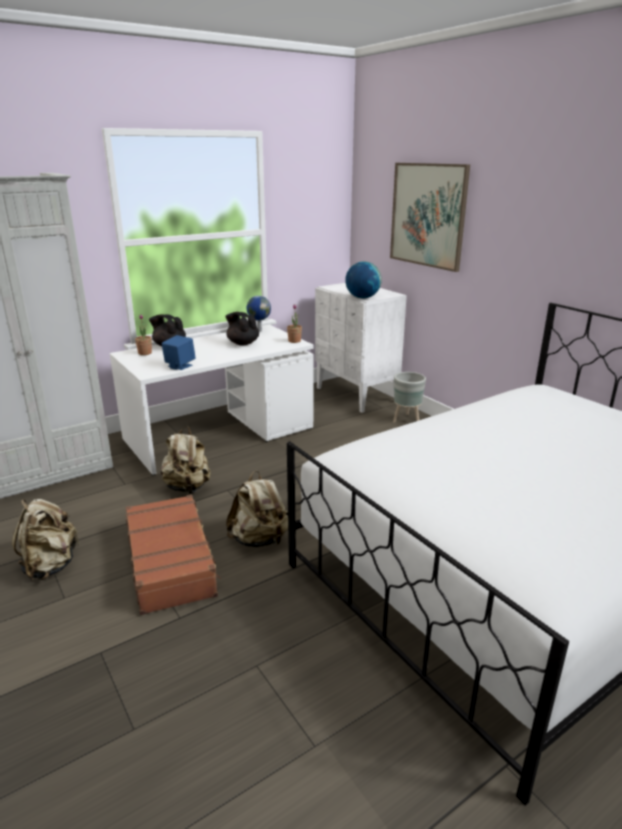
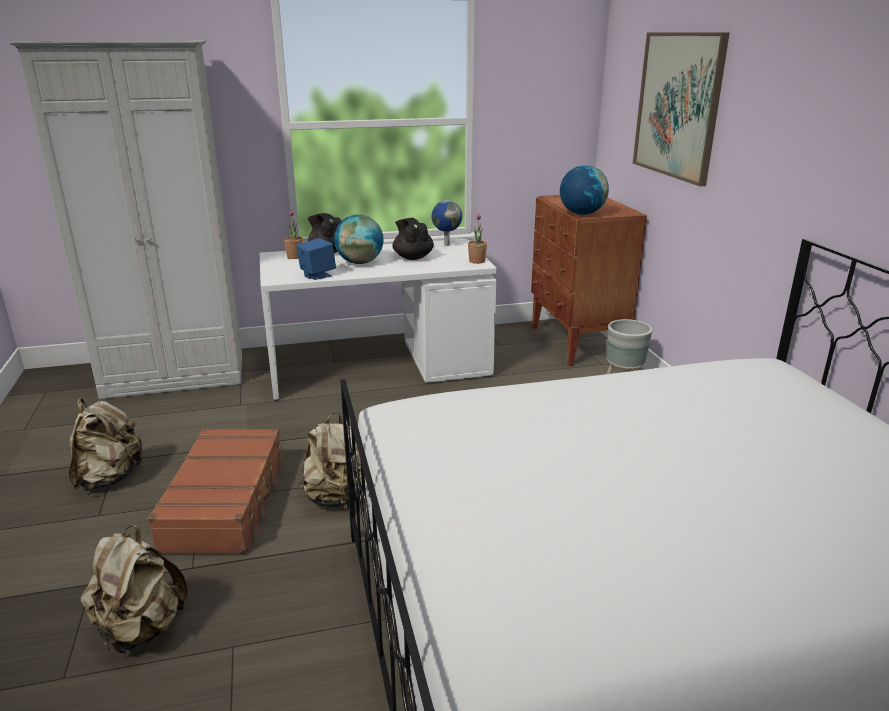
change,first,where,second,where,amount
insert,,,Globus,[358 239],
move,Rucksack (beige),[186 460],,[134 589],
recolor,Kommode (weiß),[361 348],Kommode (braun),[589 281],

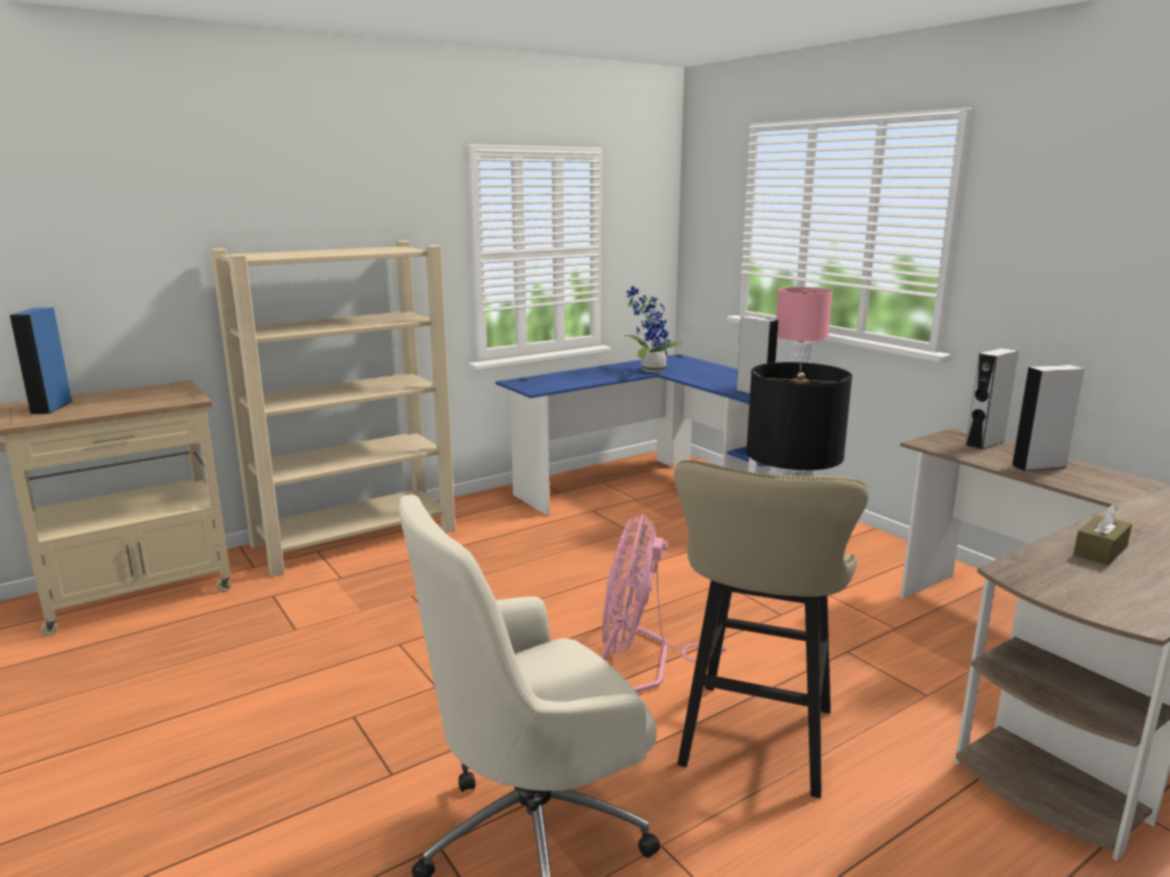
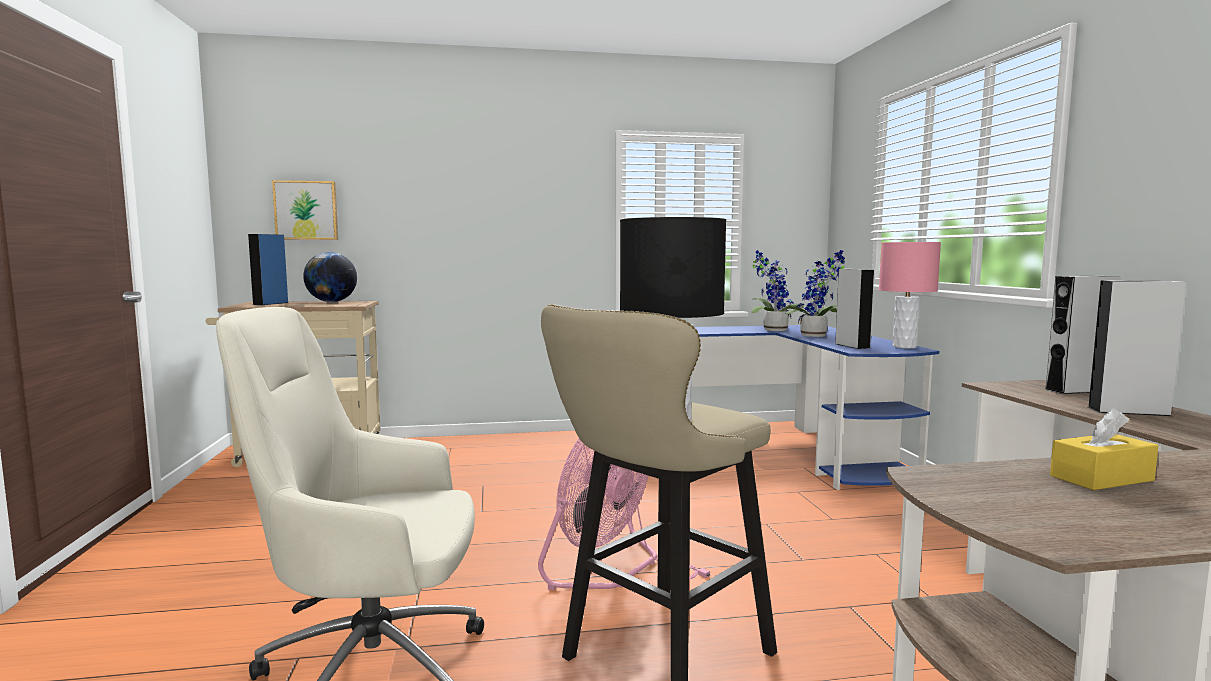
change,first,where,second,where,amount
delete,Bücherregal (beige),[333 409],,,
insert,,,Bild,[305 210],
insert,,,Globus,[330 277],
insert,,,Topfpflanze,[815 293],
recolor,Taschentuchbox (braun),[1102 534],Taschentuchbox (gelb),[1104 449],

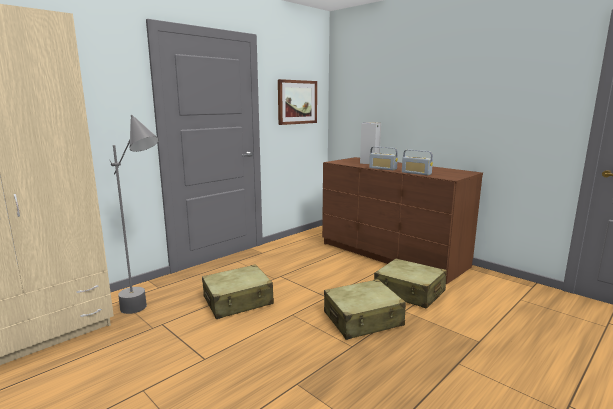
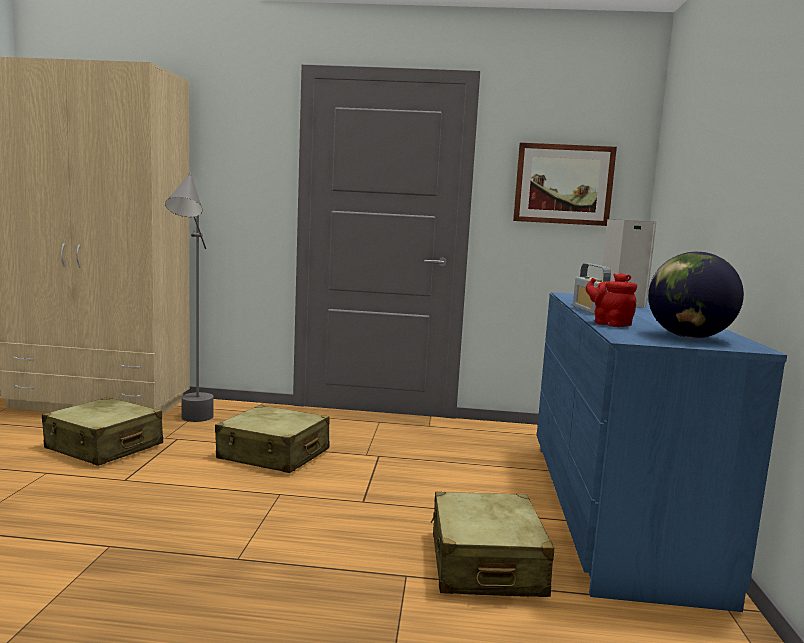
change,first,where,second,where,amount
insert,,,Globus,[696 295],
move,Koffer (beige),[365 309],,[102 431],
replace,Radio,[417 162],Teekanne (rot),[611 300],
recolor,Kommode (braun),[402 220],Kommode (blau),[662 452],

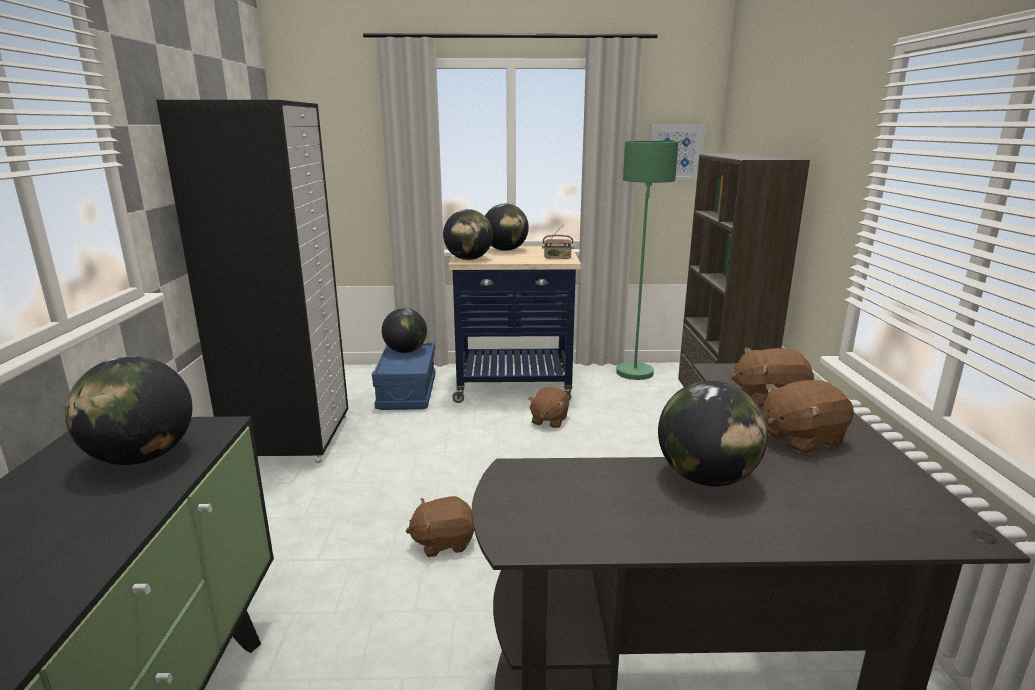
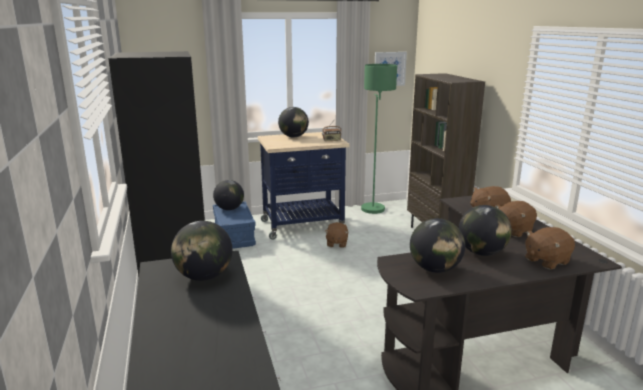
change,first,where,second,where,amount
move,Plüschtier (braun),[440 526],,[550 248],
move,Globus,[468 234],,[437 245],

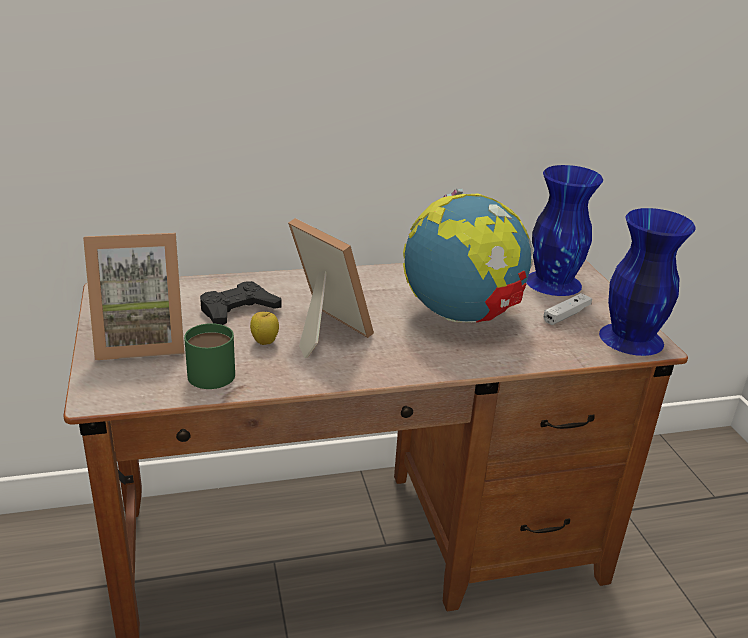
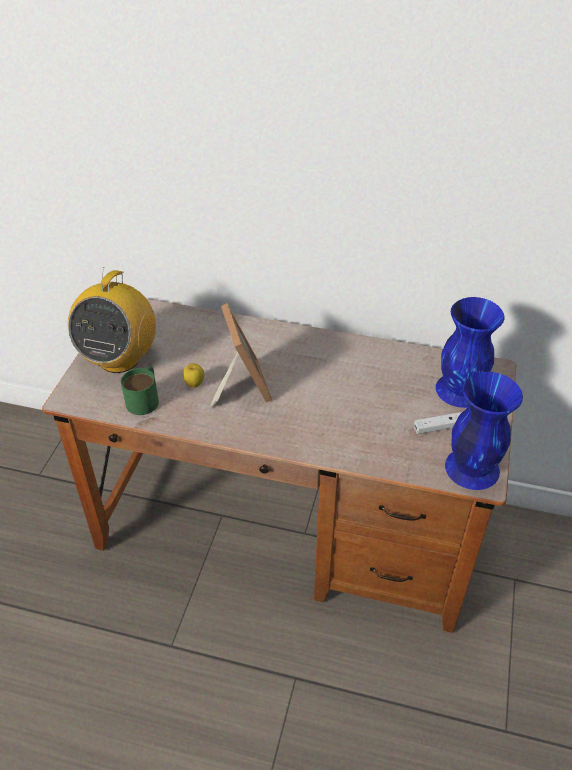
change,first,where,second,where,amount
delete,Gamepad (schwarz),[241 303],,,
delete,Globus,[468 255],,,
replace,Bilderrahmen,[133 296],Radio,[112 320],

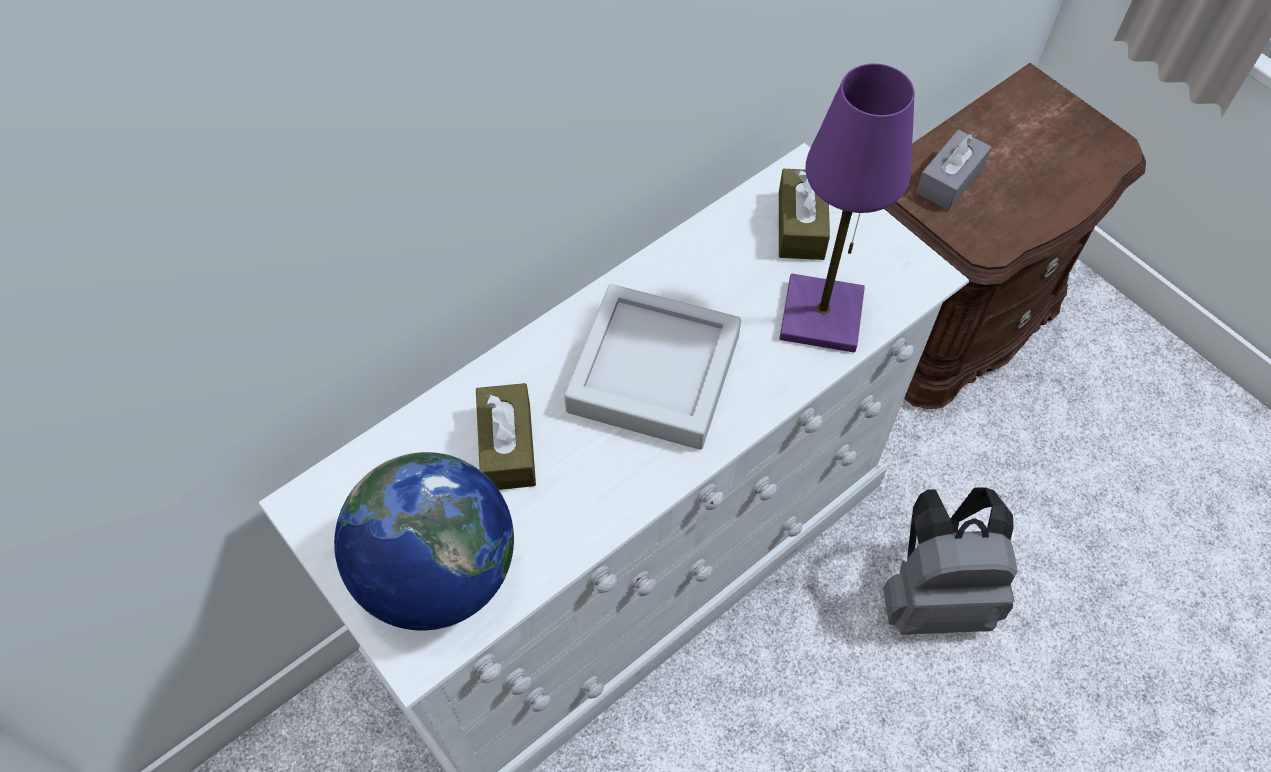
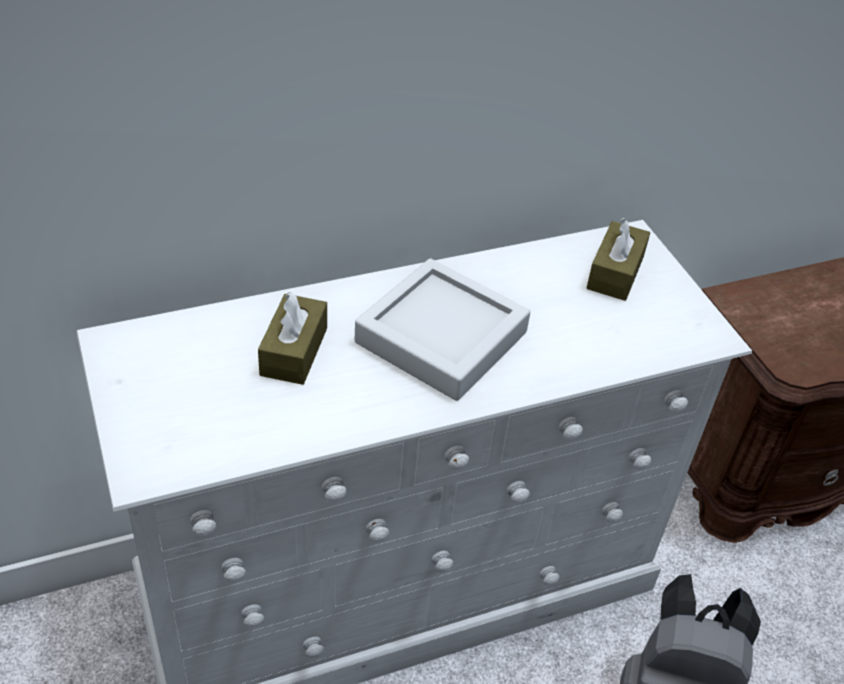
change,first,where,second,where,amount
delete,Globus,[424 541],,,
delete,Tischlampe (lila),[847 207],,,
delete,Taschentuchbox (grau),[954 170],,,

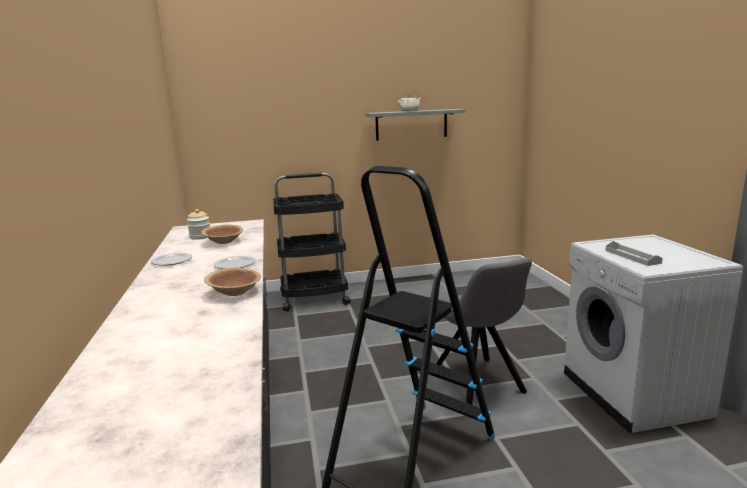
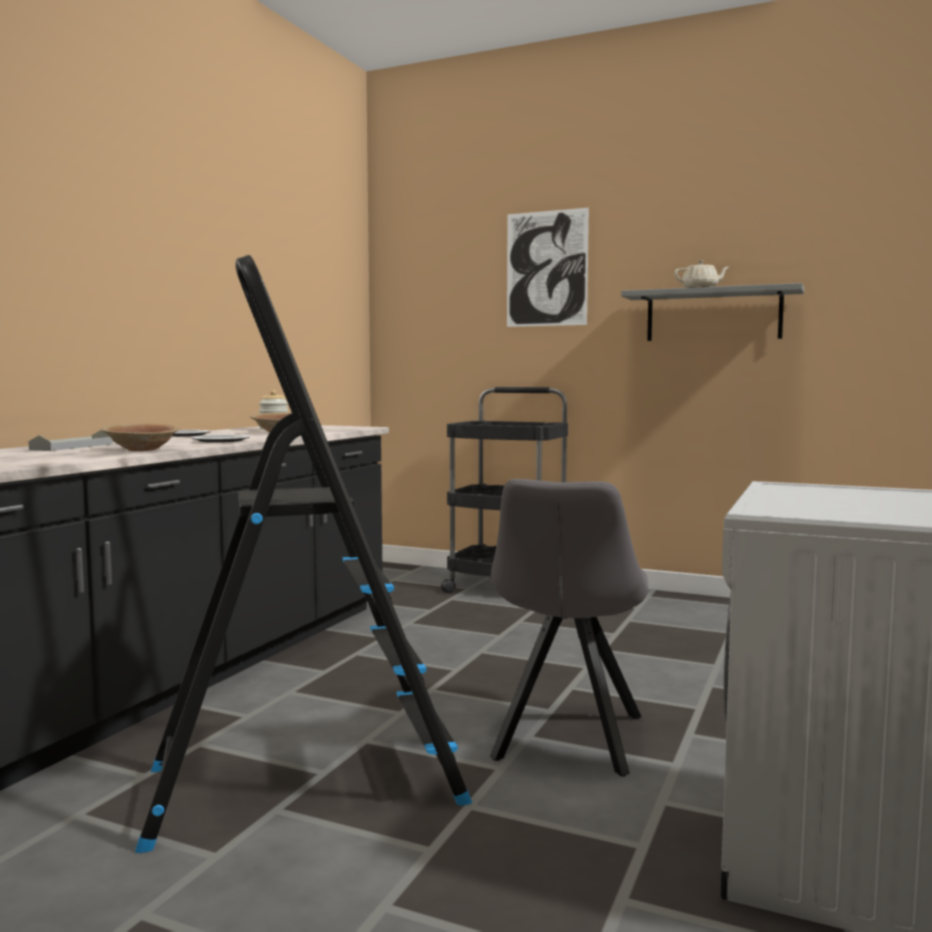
change,first,where,second,where,amount
insert,,,Bild,[548 267],
move,Tablett (grau),[634 253],,[70 440],

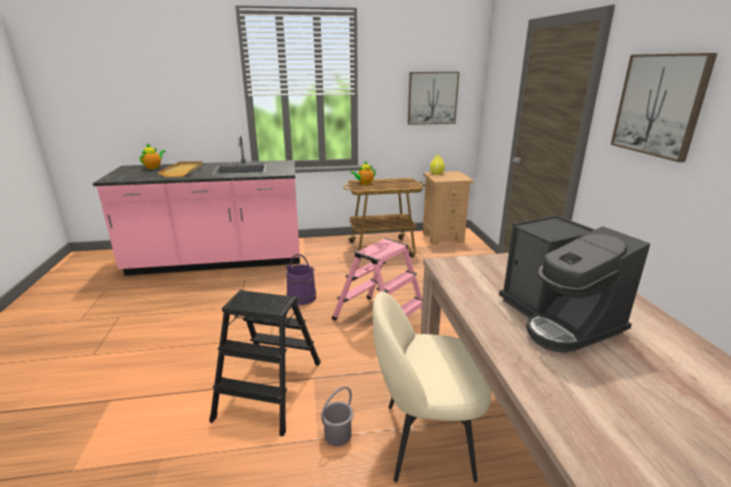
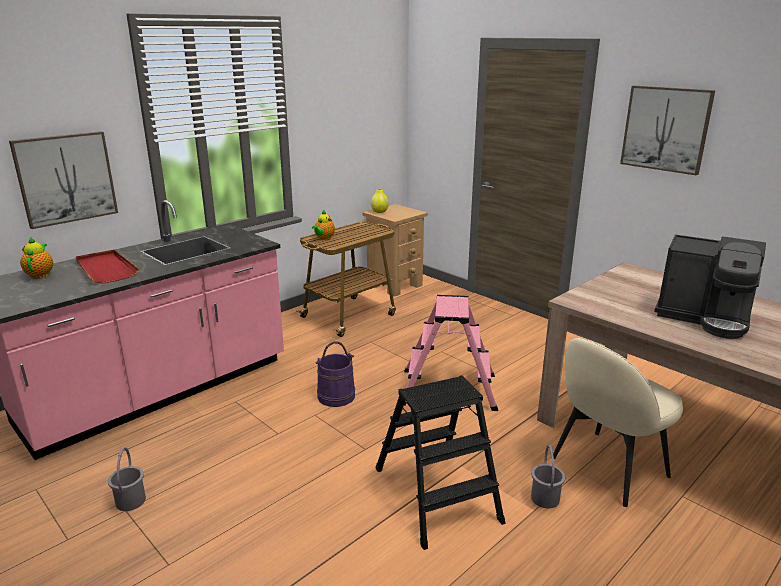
change,first,where,second,where,amount
insert,,,Eimer (grau),[127 479],
move,Bild,[433 98],,[63 180],
recolor,Tablett (beige),[180 169],Tablett (rot),[107 266],

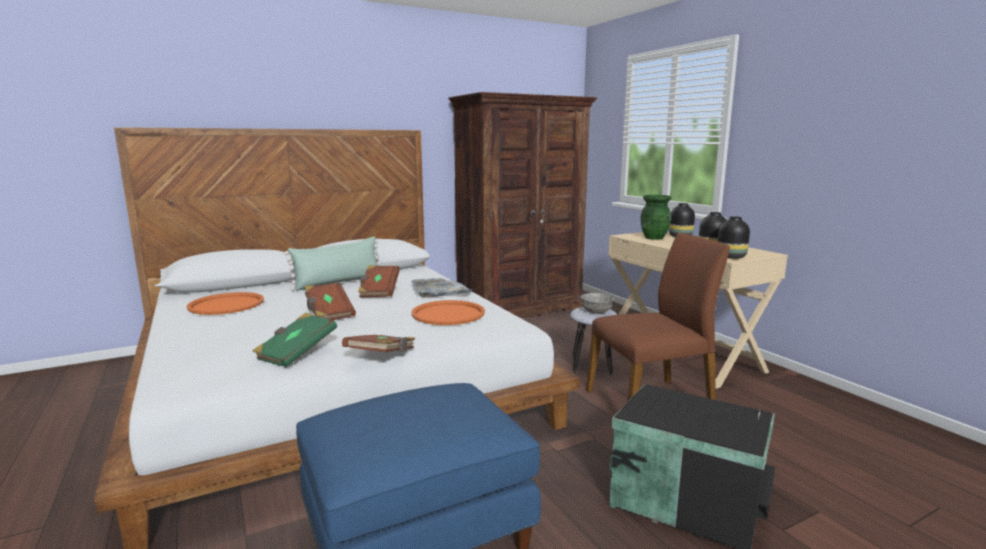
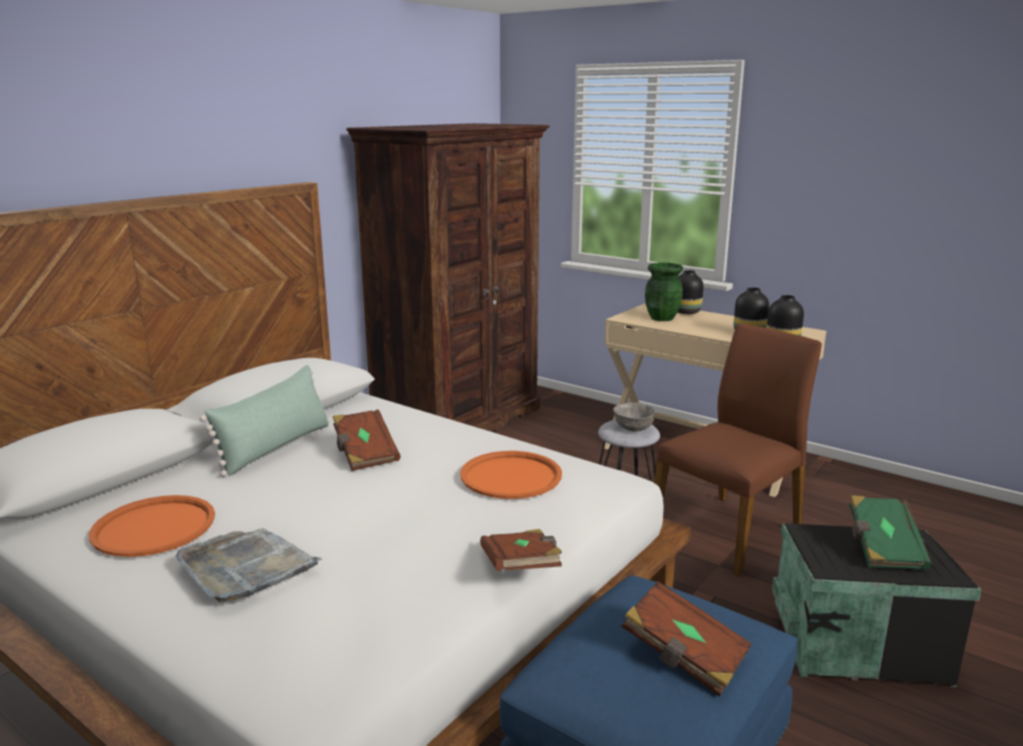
change,first,where,second,where,amount
move,Buch (grün),[295 339],,[890 532],
move,Buch (braun),[330 301],,[686 638],
move,Tablett (grau),[442 287],,[248 565],

